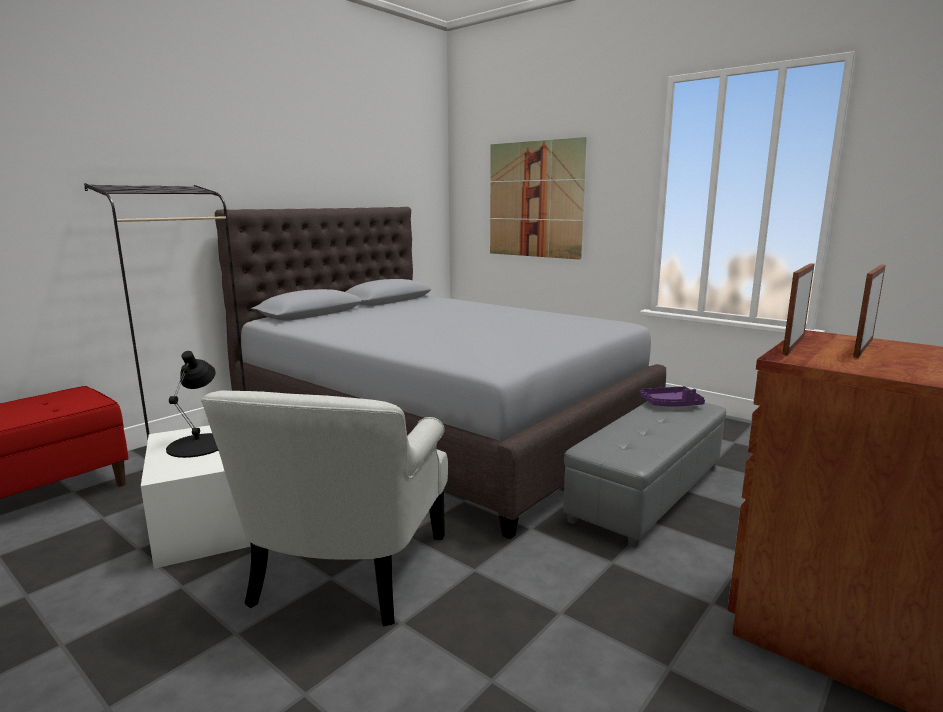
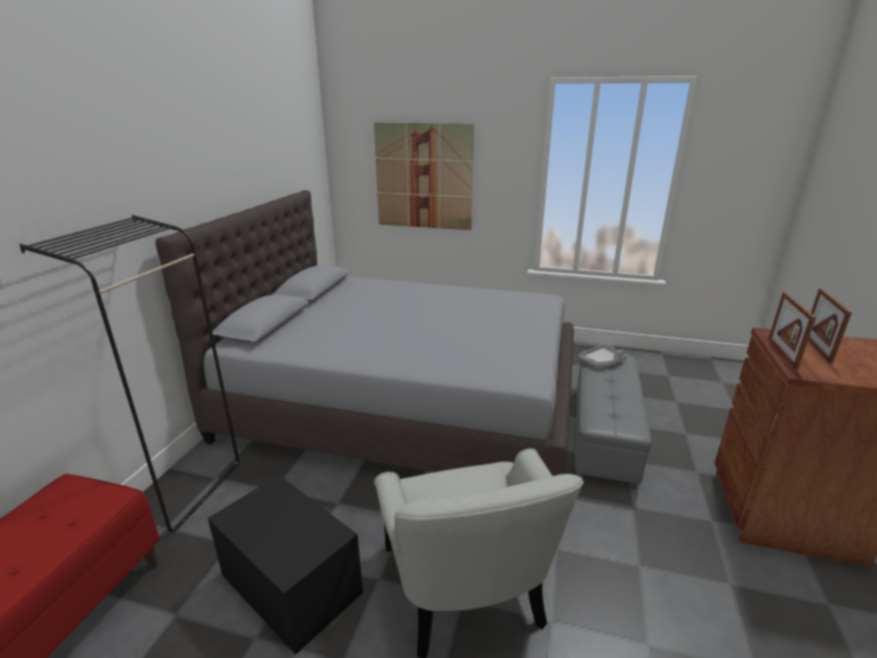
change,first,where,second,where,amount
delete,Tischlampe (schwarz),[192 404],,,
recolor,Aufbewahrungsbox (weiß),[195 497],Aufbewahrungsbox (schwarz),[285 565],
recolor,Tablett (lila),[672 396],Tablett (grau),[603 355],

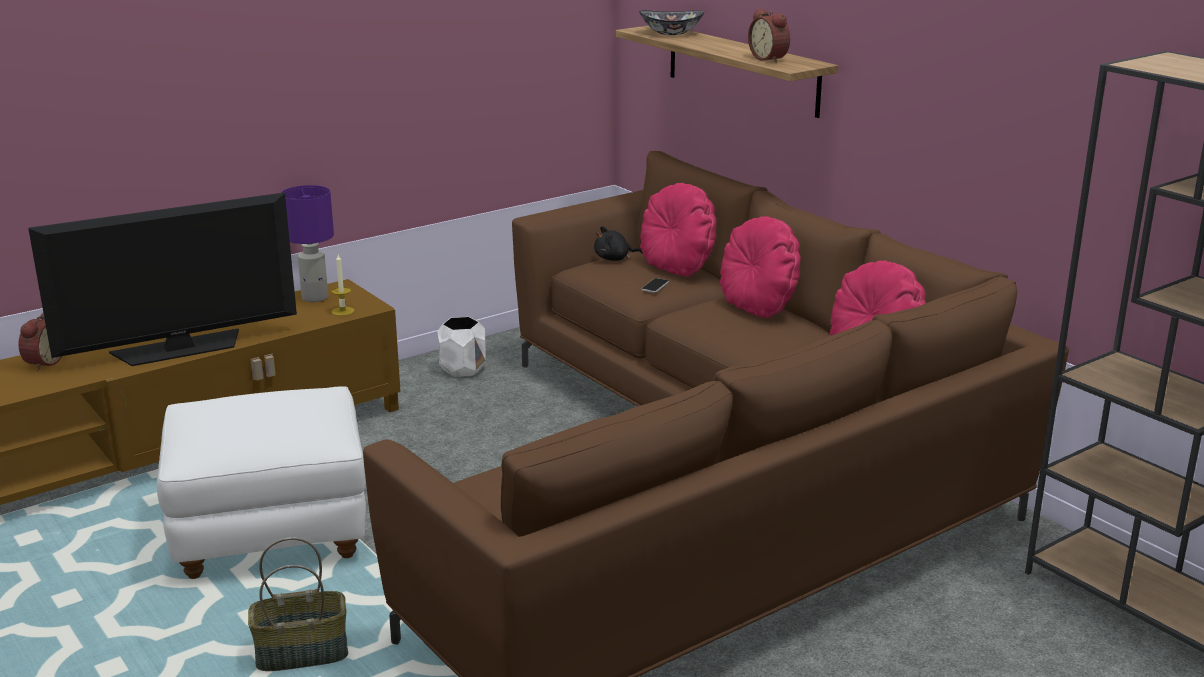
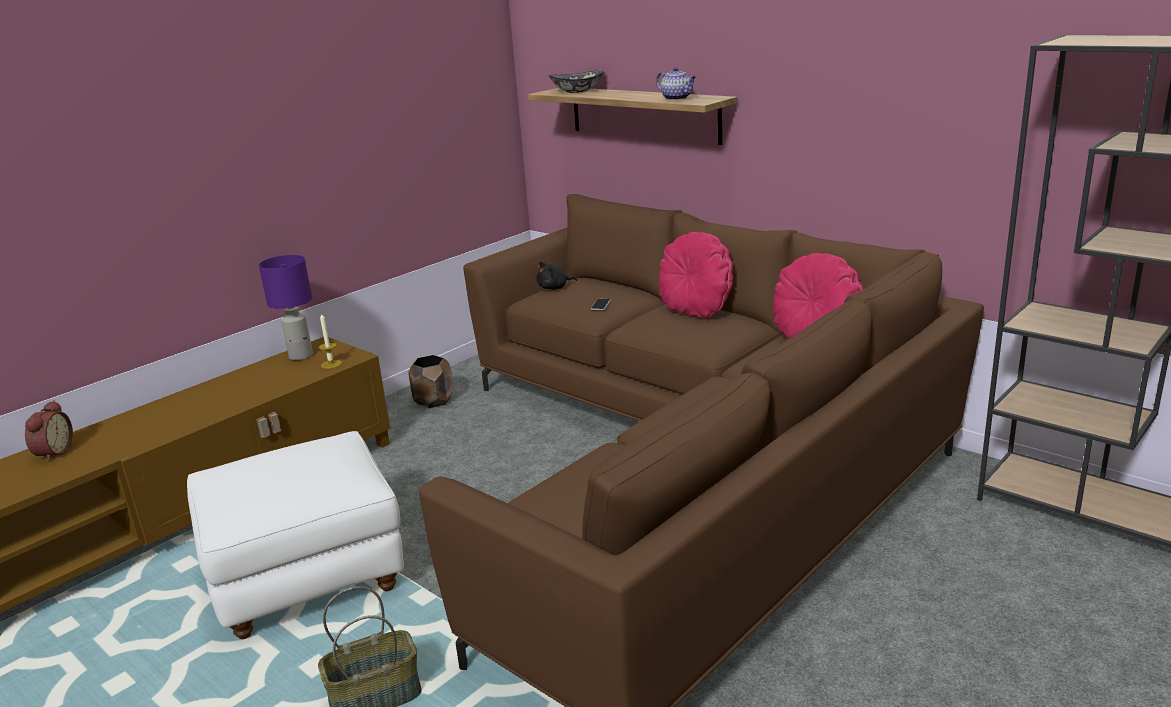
change,first,where,second,where,amount
delete,Fernseher,[162 279],,,
delete,Kissen (rosa),[678 230],,,
replace,Wecker,[769 35],Teekanne,[676 83],
recolor,Pflanzkübel (weiß),[461 347],Pflanzkübel (braun),[431 381],

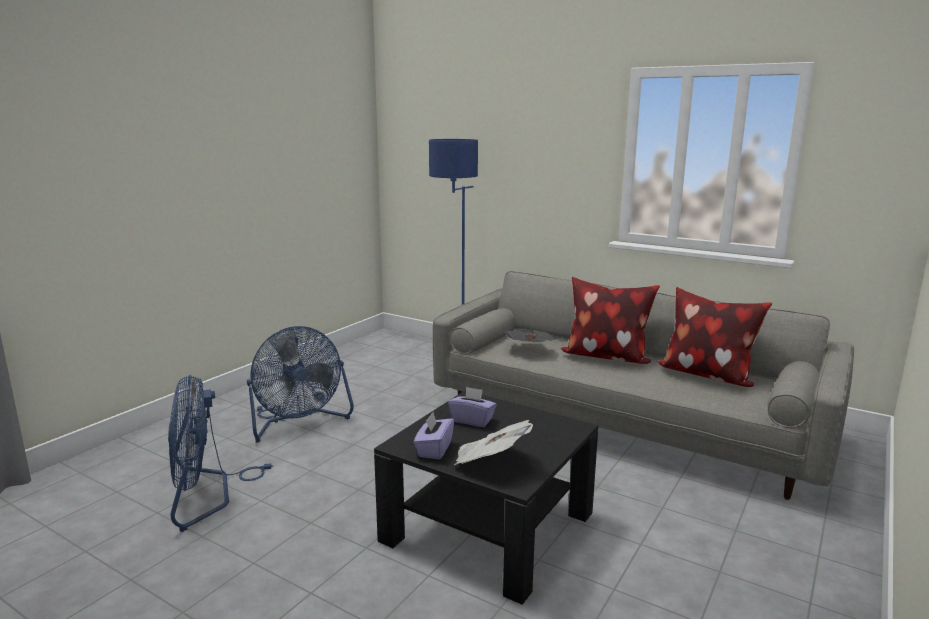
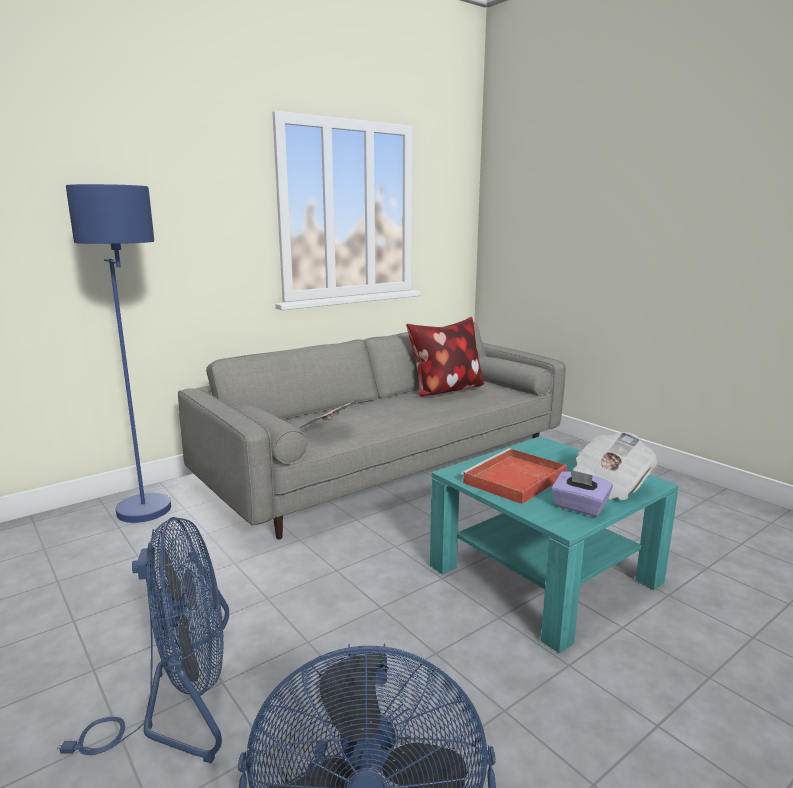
change,first,where,second,where,amount
delete,Kissen,[610 320],,,
replace,Taschentuchbox (lila),[472 407],Tablett (rot),[514 476],
recolor,Couchtisch (schwarz),[486 497],Couchtisch (türkis),[554 545],

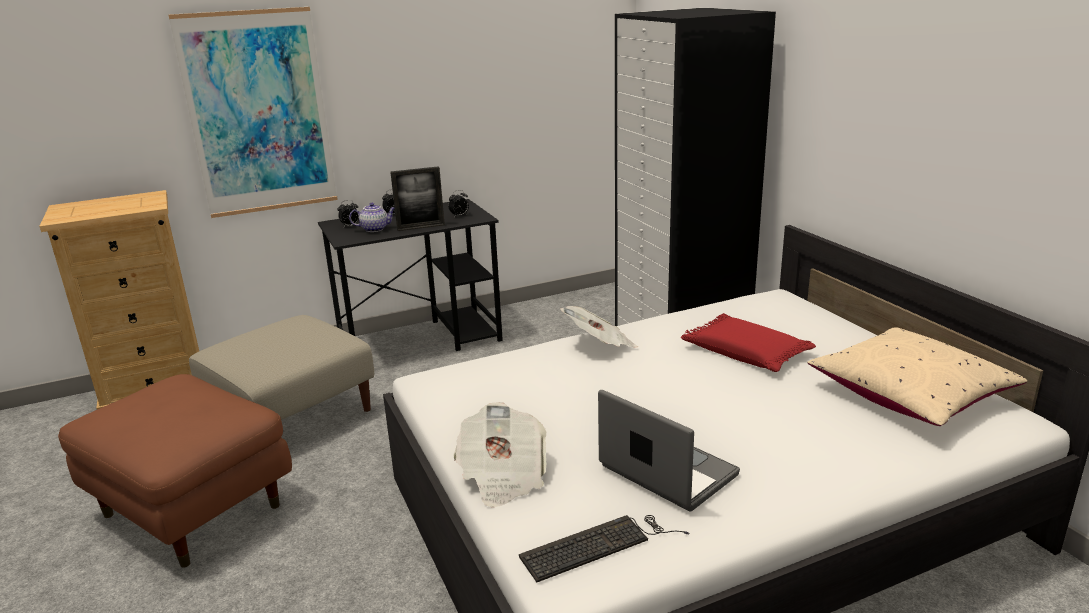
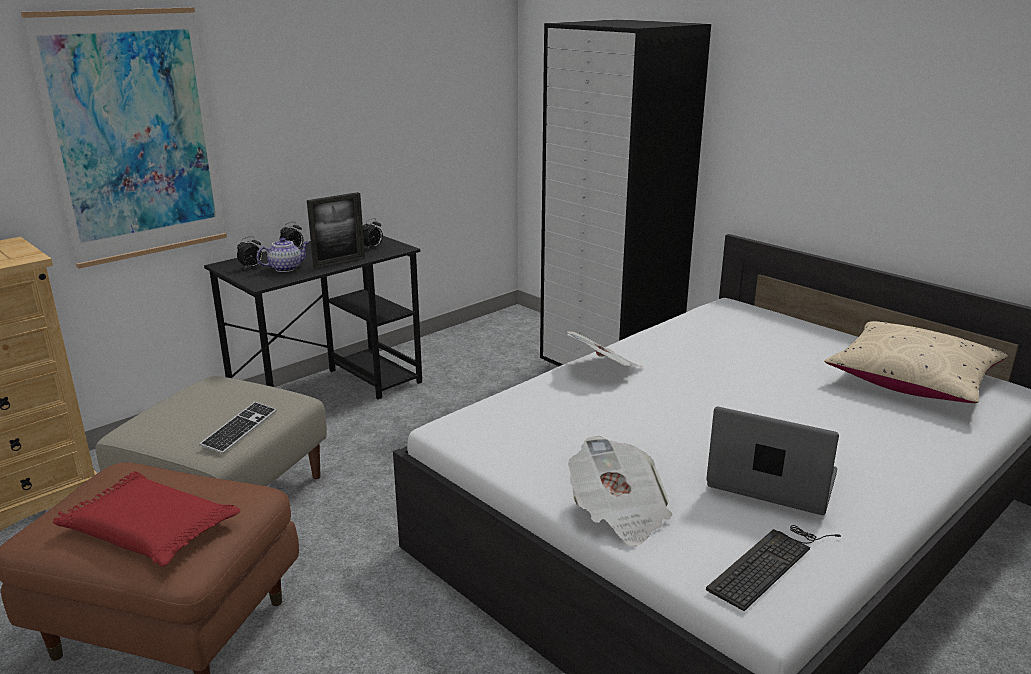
change,first,where,second,where,amount
insert,,,Tastatur,[238 428],
move,Kissen (rot),[748 342],,[147 519],

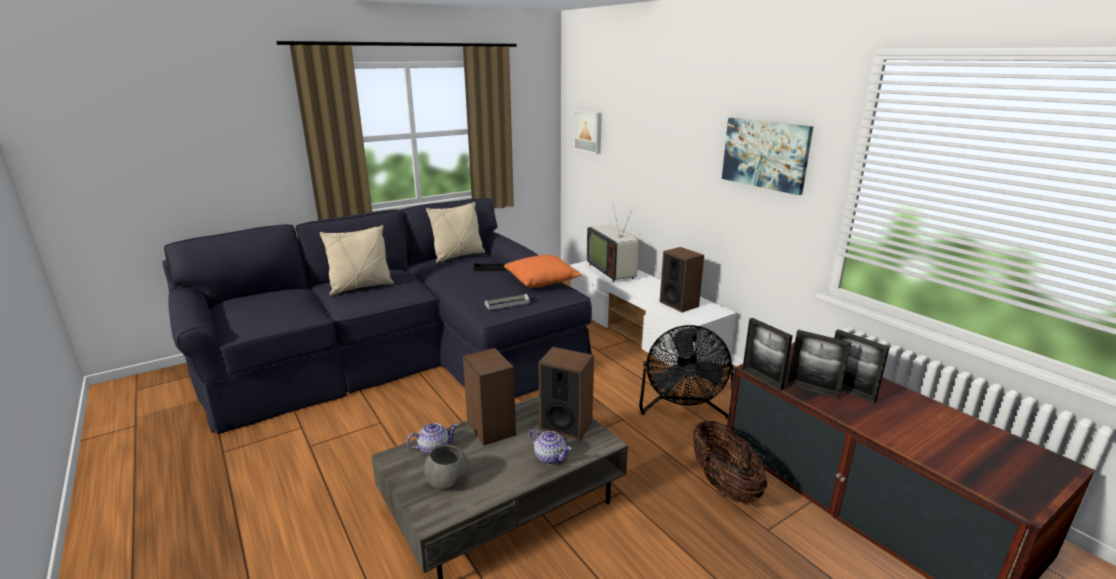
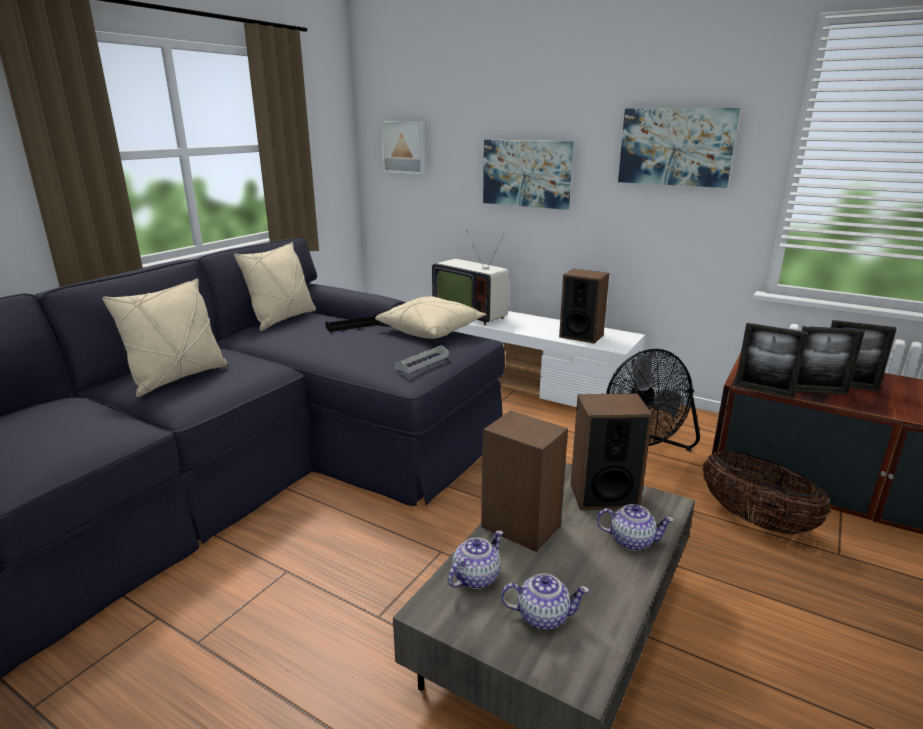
change,first,where,second,where,amount
insert,,,Bild,[528 175],
replace,Schüssel (grau),[447 467],Teekanne,[545 602],
recolor,Kissen (orange),[543 271],Kissen (beige),[430 317],

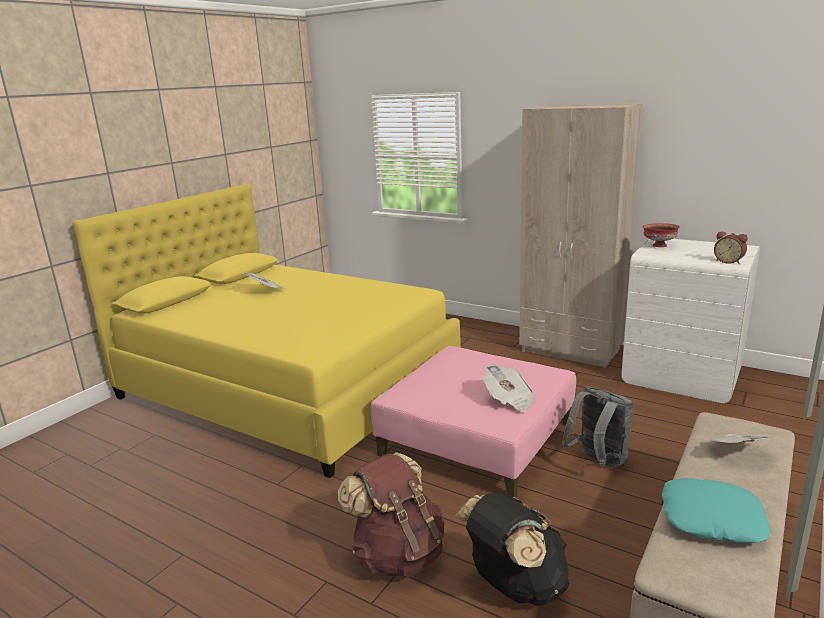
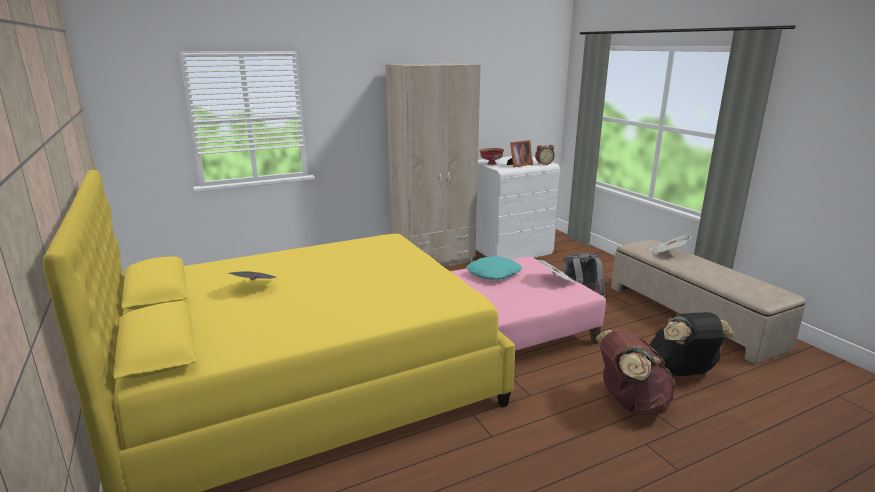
change,first,where,second,where,amount
insert,,,Bilderrahmen,[520 154],
move,Kissen (türkis),[716 510],,[494 268],

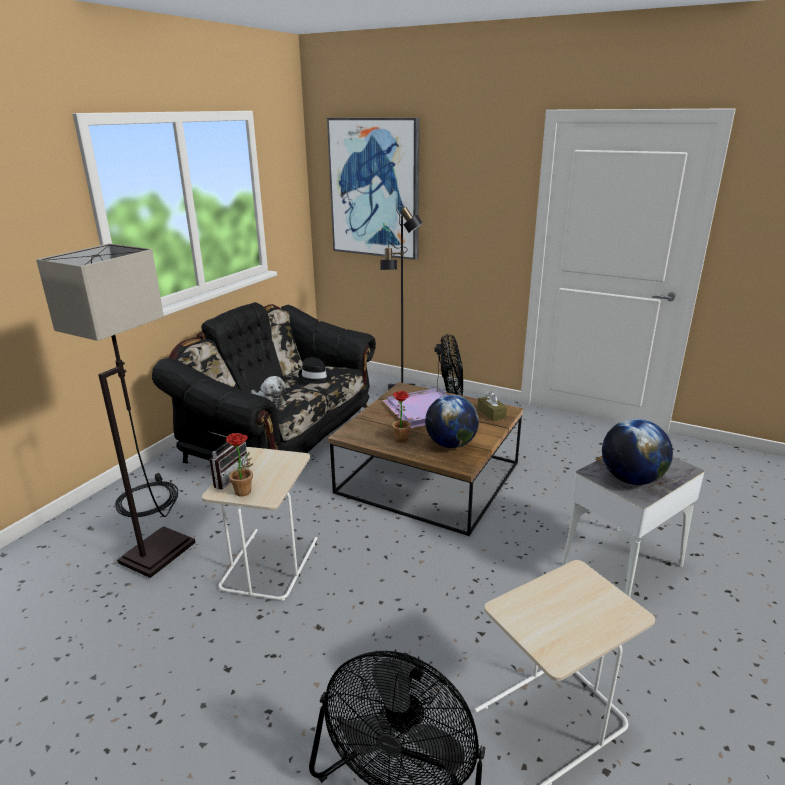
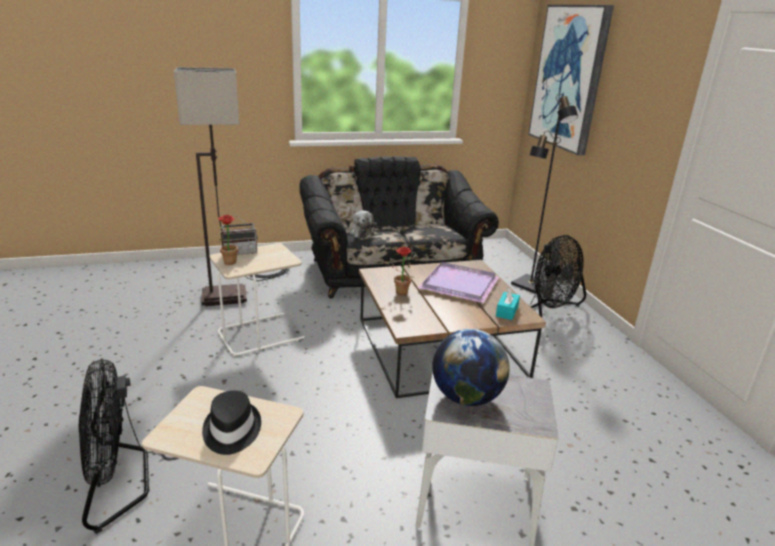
change,first,where,second,where,amount
delete,Globus,[452 421],,,
move,Hut (schwarz),[314 370],,[231 422],
recolor,Taschentuchbox (braun),[492 406],Taschentuchbox (türkis),[508 303],

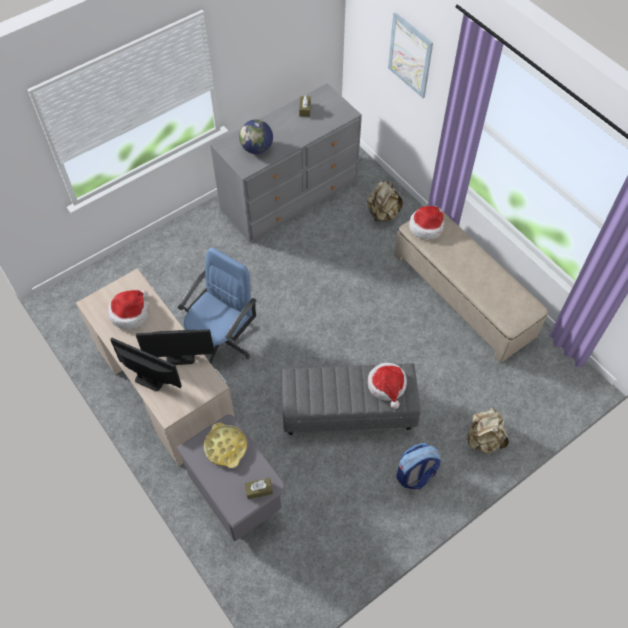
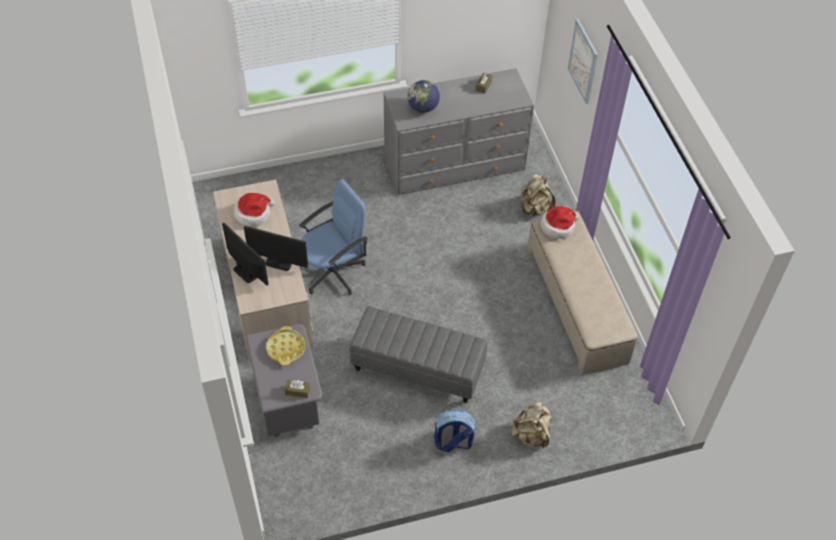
change,first,where,second,where,amount
delete,Hut,[387 386],,,

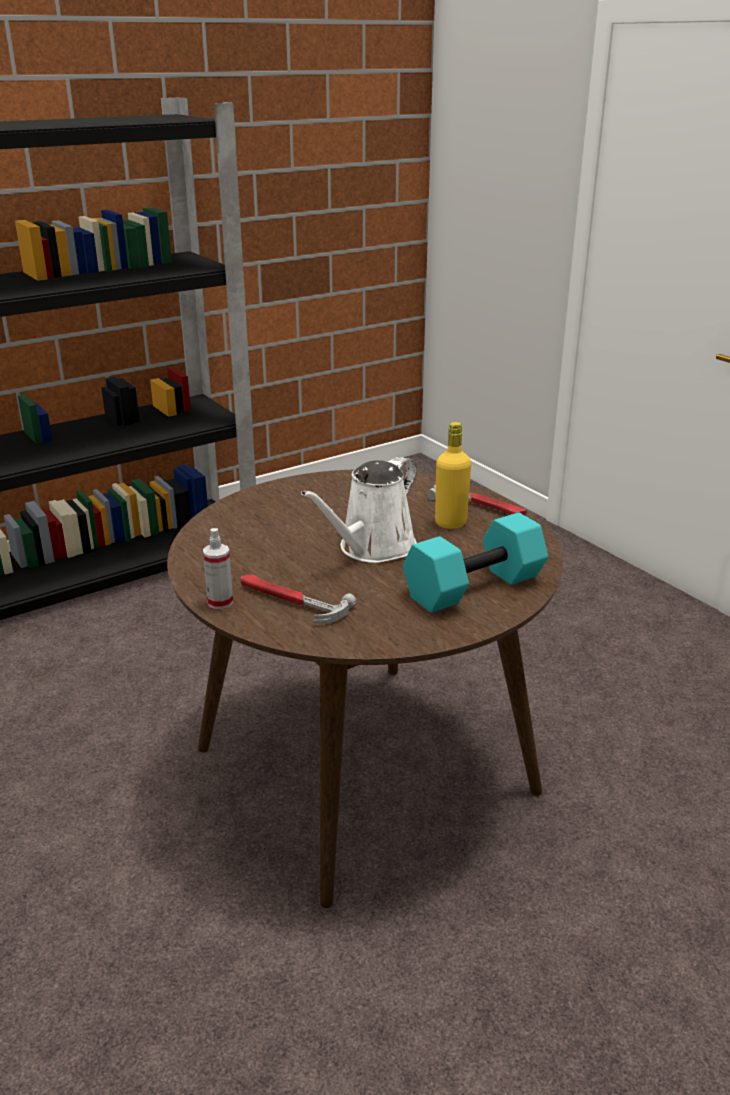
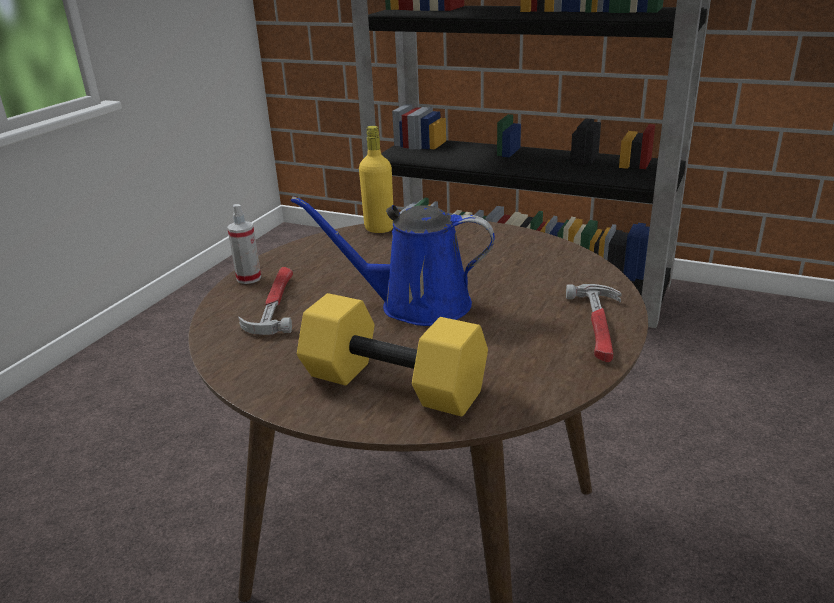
change,first,where,second,where,amount
move,Flasche (gelb),[453 475],,[376 179],
recolor,Gießkanne (weiß),[359 510],Gießkanne (blau),[393 261],
recolor,Hantel (türkis),[475 562],Hantel (gelb),[392 355],

